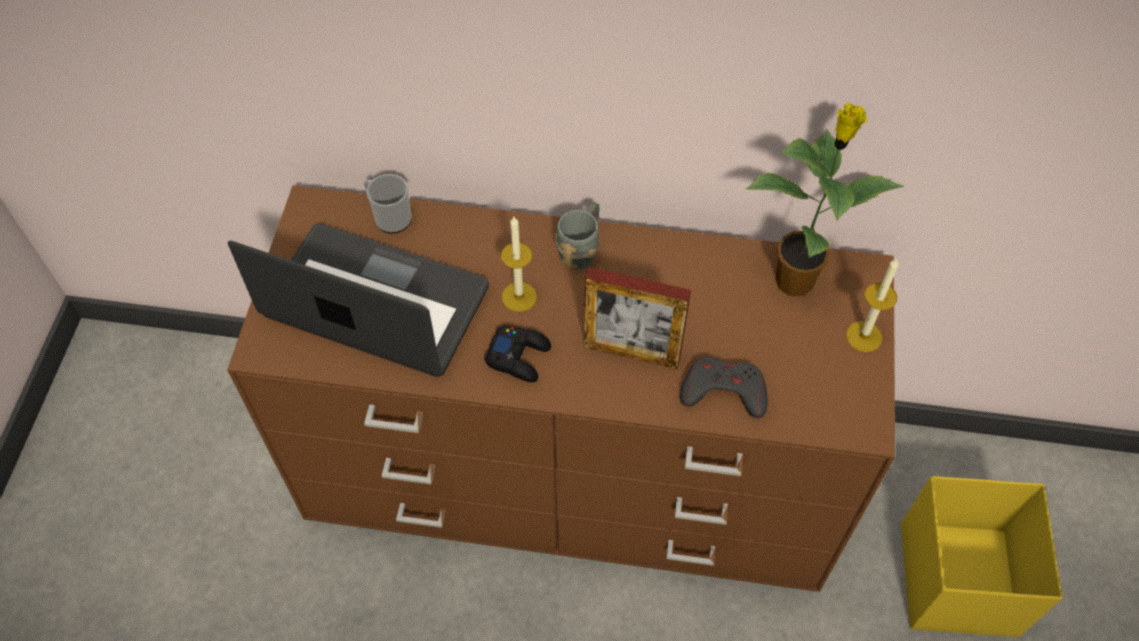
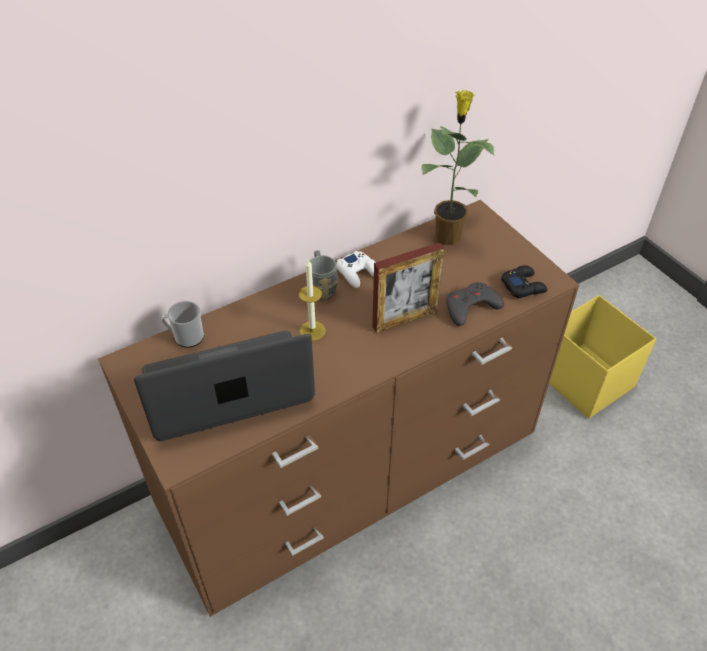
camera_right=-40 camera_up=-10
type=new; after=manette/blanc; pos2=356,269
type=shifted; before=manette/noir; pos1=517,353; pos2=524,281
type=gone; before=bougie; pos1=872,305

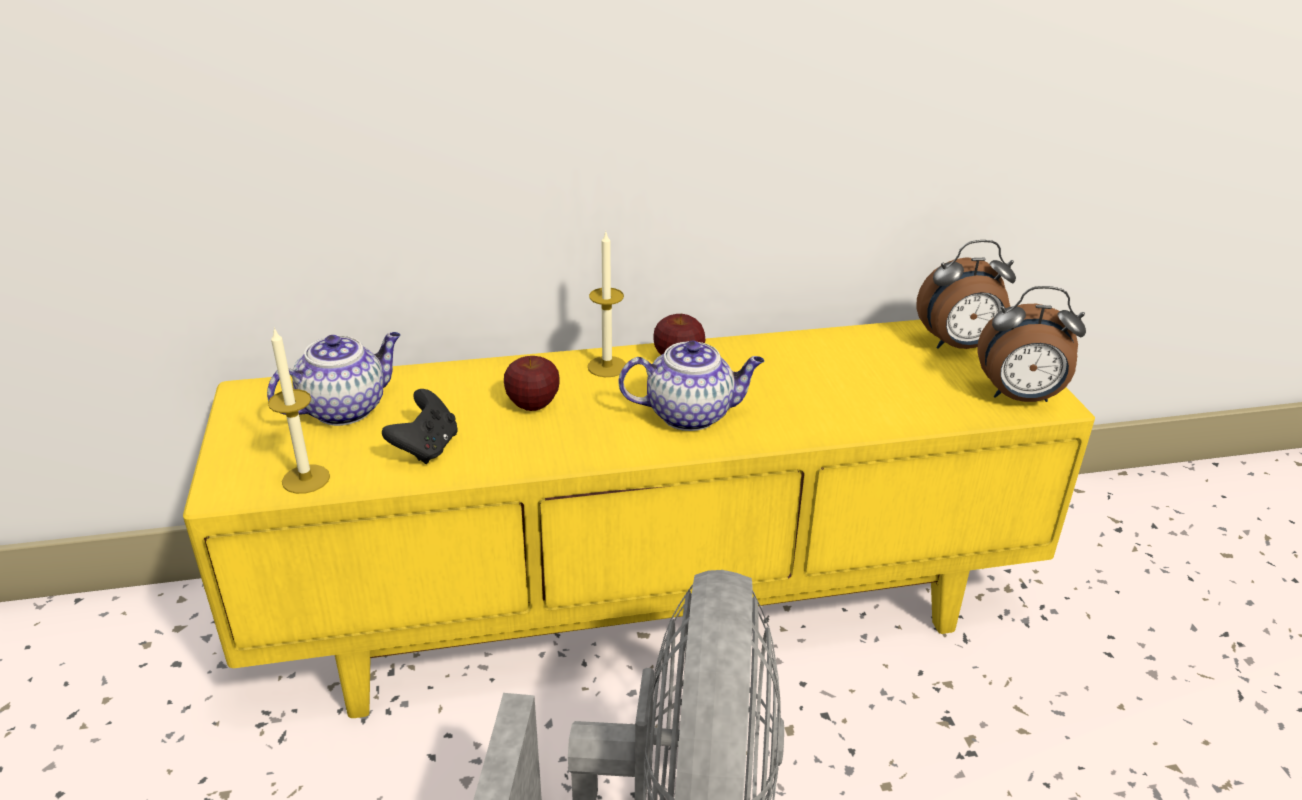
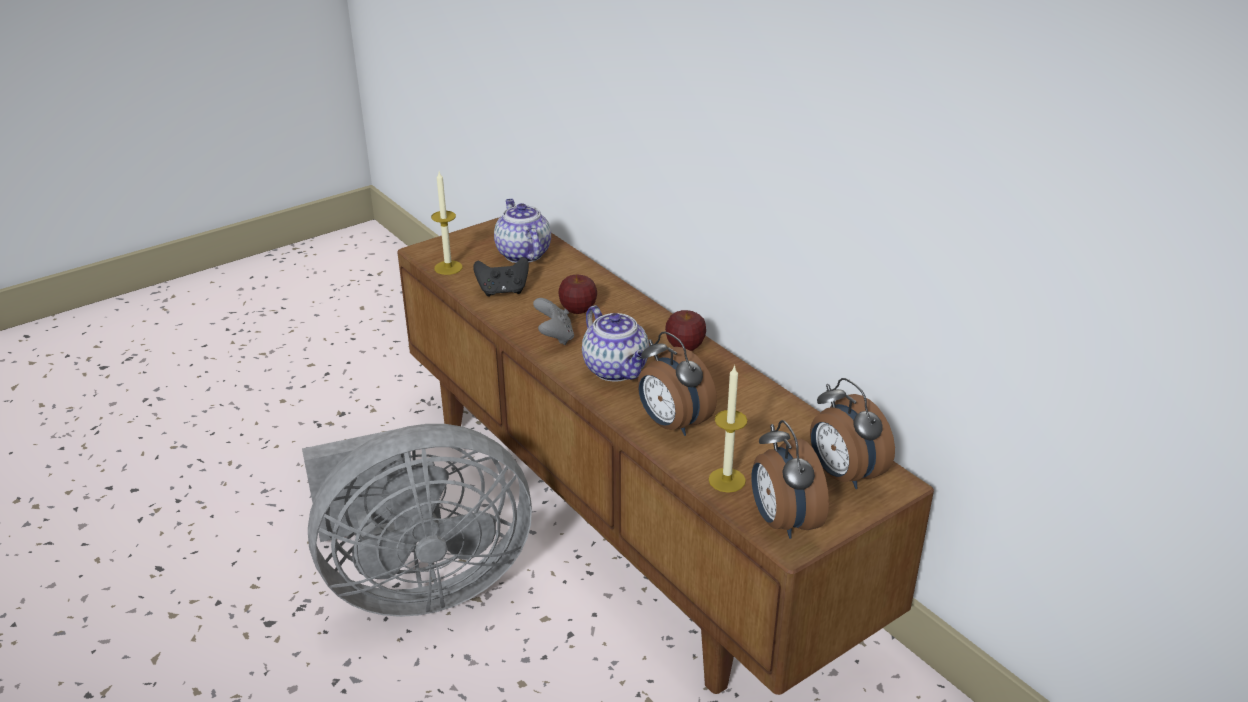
camera_right=65 camera_up=0
type=repainted; before=meuble télé/jaune; after=meuble télé/marron; pos1=639,519; pos2=665,456
type=rotated; before=théière; pos1=334,379; pos2=522,231; turn=-135
type=new; after=manette/gris; pos2=553,321
type=new; after=réveil; pos2=677,383
type=shifted; before=bougie; pos1=607,304; pos2=727,429

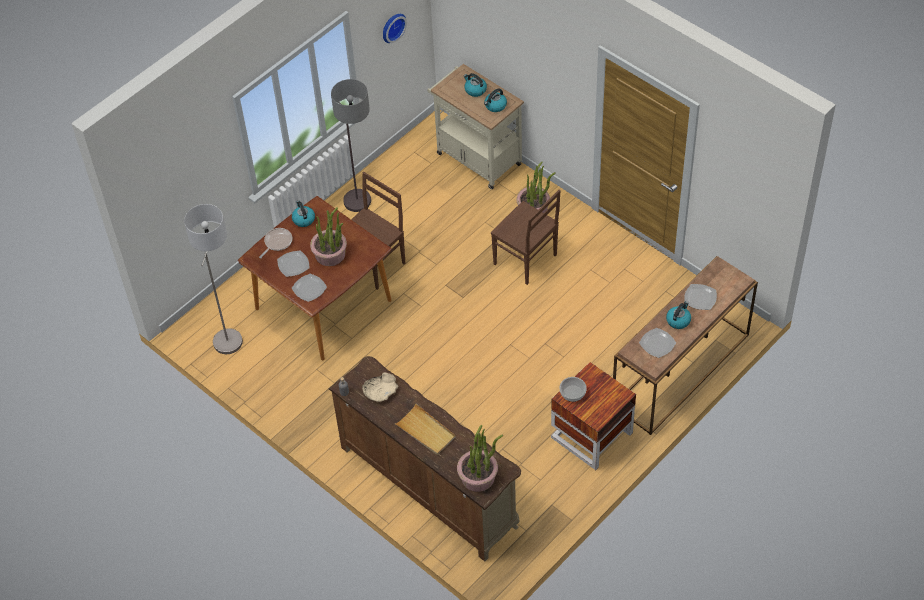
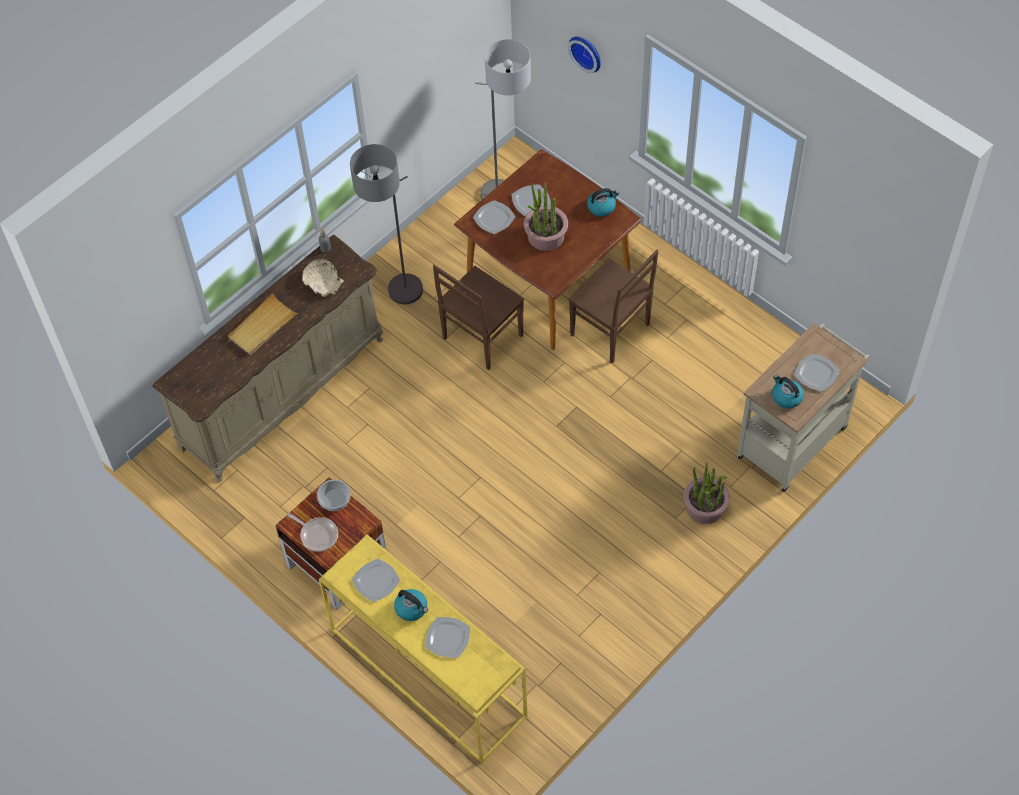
camera_right=90 camera_up=5
type=shifted; before=poêle; pos1=275,243; pos2=312,532
type=repainted; before=table console/marron; after=table console/jaune; pos1=685,345; pos2=423,649
type=shifted; before=lampadaire/gris; pos1=351,145; pos2=386,224
type=shifted; before=chaise/marron; pos1=526,237; pos2=478,317
type=shifted; before=horloge murale; pos1=395,28; pos2=584,55
type=swapped; before=bouilloire; after=assiette; pos1=475,85; pos2=816,372
type=gone; before=plante en pot; pos1=480,458

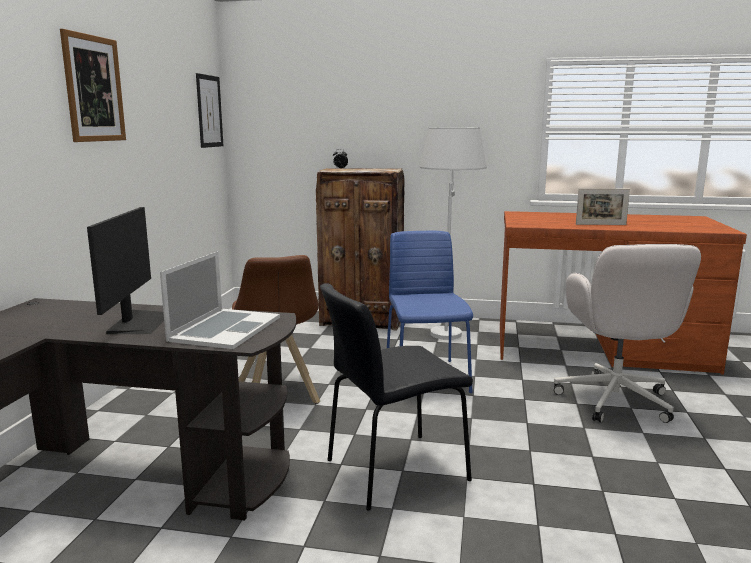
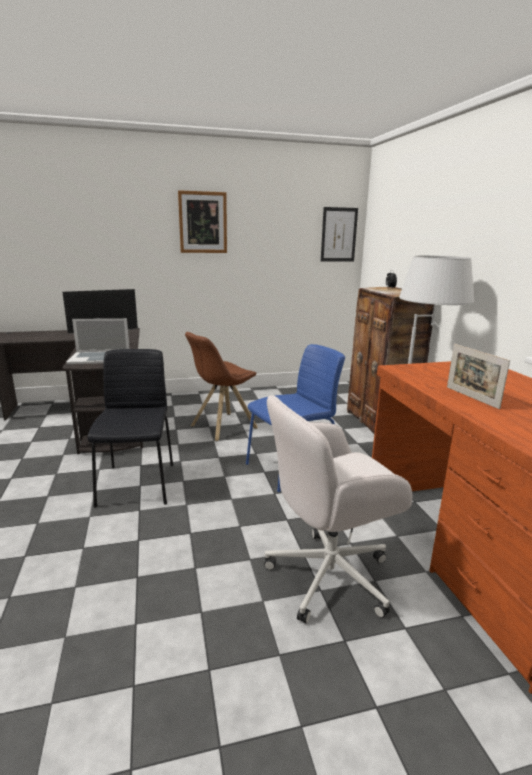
camera_right=65 camera_up=5
type=rotated; before=chaise/noir; pos1=396,397; pos2=130,428; turn=45

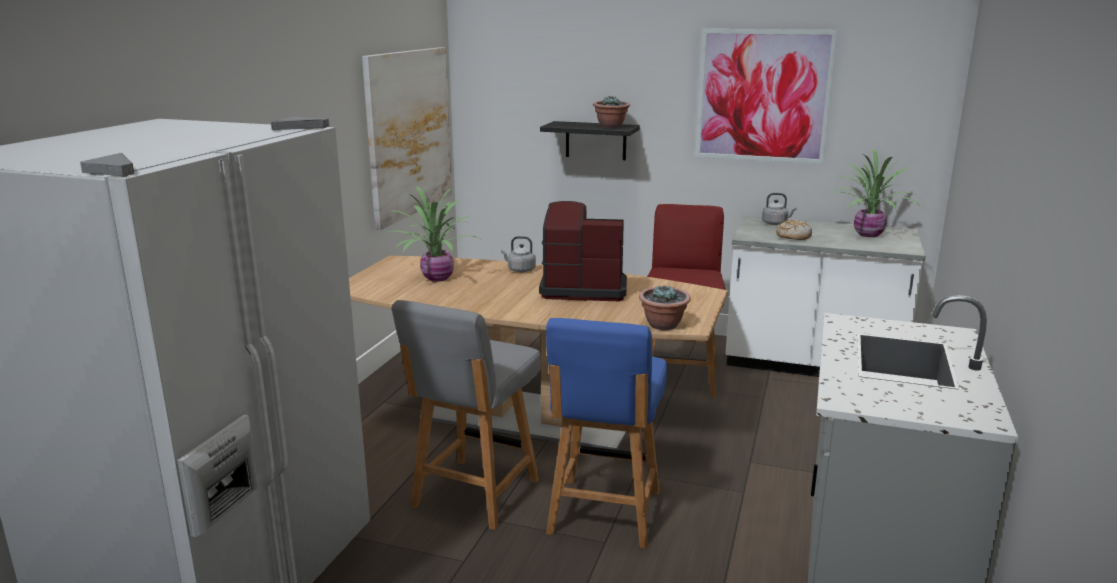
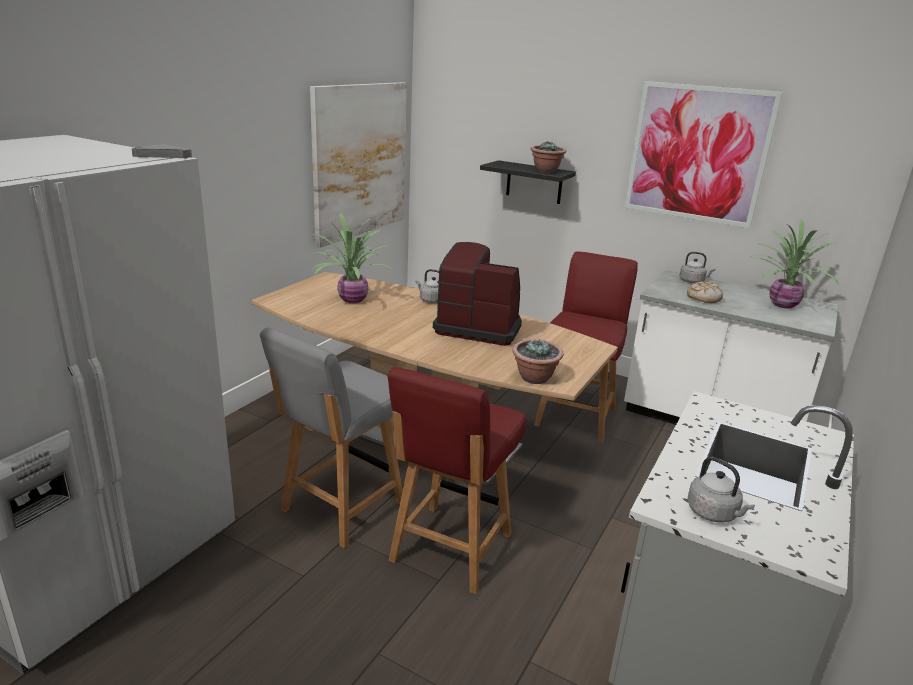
camera_right=10 camera_up=5
type=repainted; before=chaise/bleu; after=chaise/rouge; pos1=606,433; pos2=457,480
type=new; after=bouilloire/gris; pos2=721,490

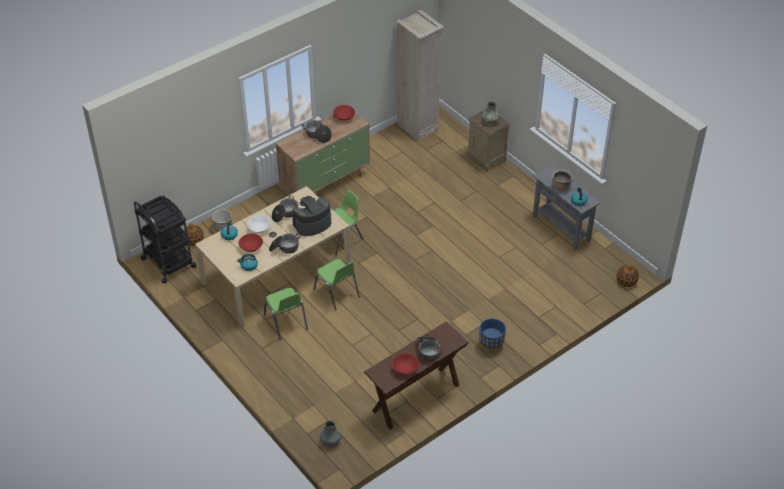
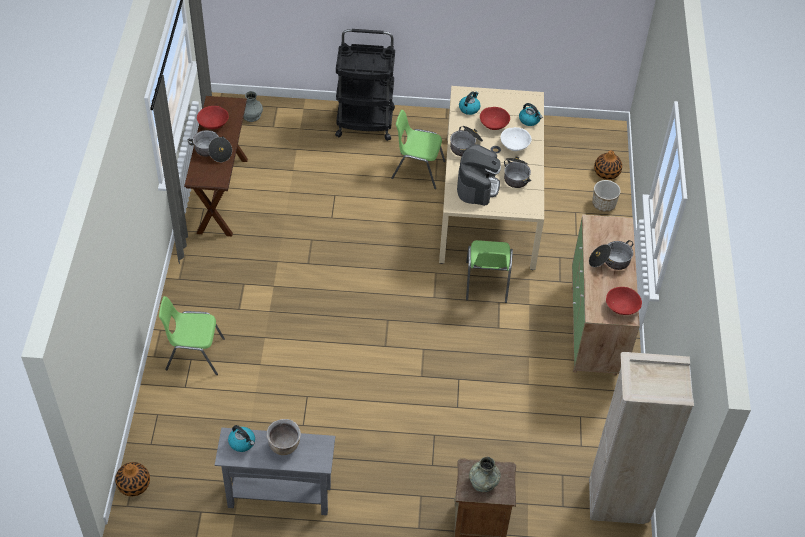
camera_right=130 camera_up=5
type=shifted; before=chaise/vert; pos1=336,285; pos2=192,335
type=shifted; before=chariot/noir; pos1=165,240; pos2=365,85
type=gone; before=cache-pot/bleu; pos1=492,335

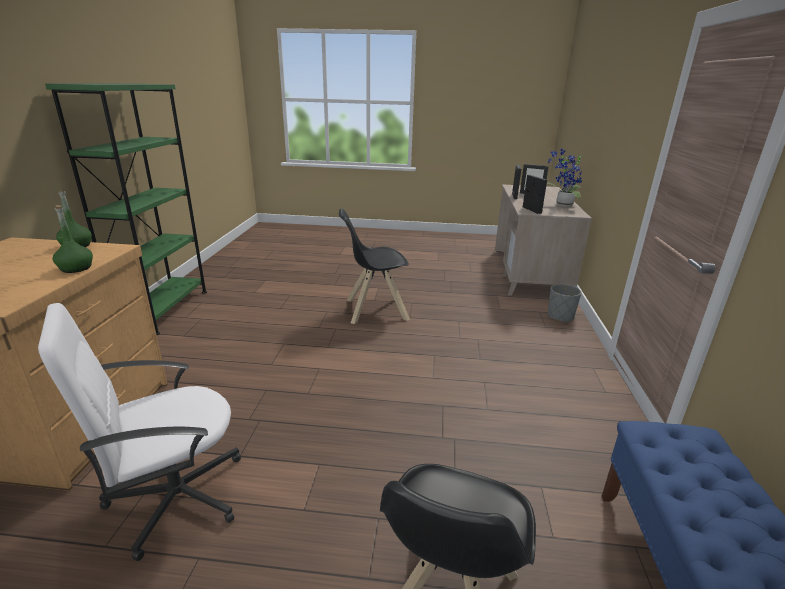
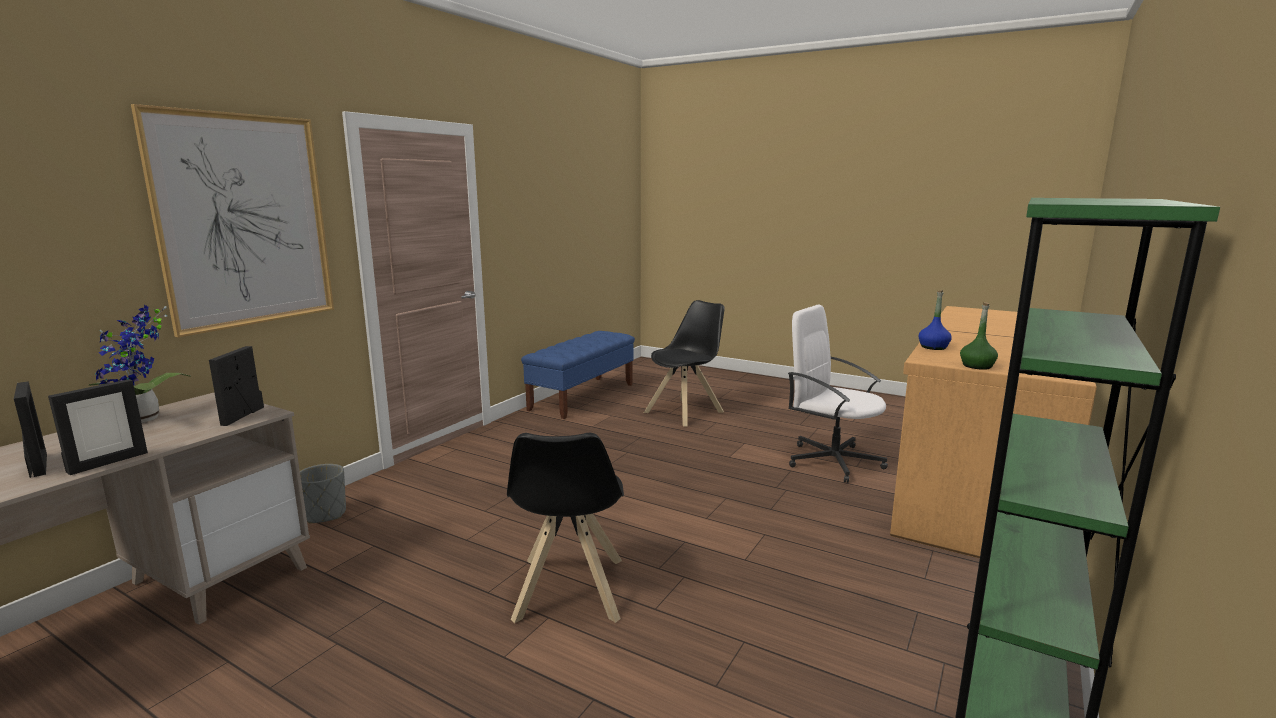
camera_right=-155 camera_up=-10
type=new; after=tableau; pos2=232,220
type=rotated; before=chaise/noir; pos1=374,266; pos2=565,528; turn=75
type=rotated; before=chaise de bureau/blanc; pos1=139,432; pos2=838,394; turn=-135
type=repainted; before=bouteille/vert; after=bouteille/bleu; pos1=72,239; pos2=935,320

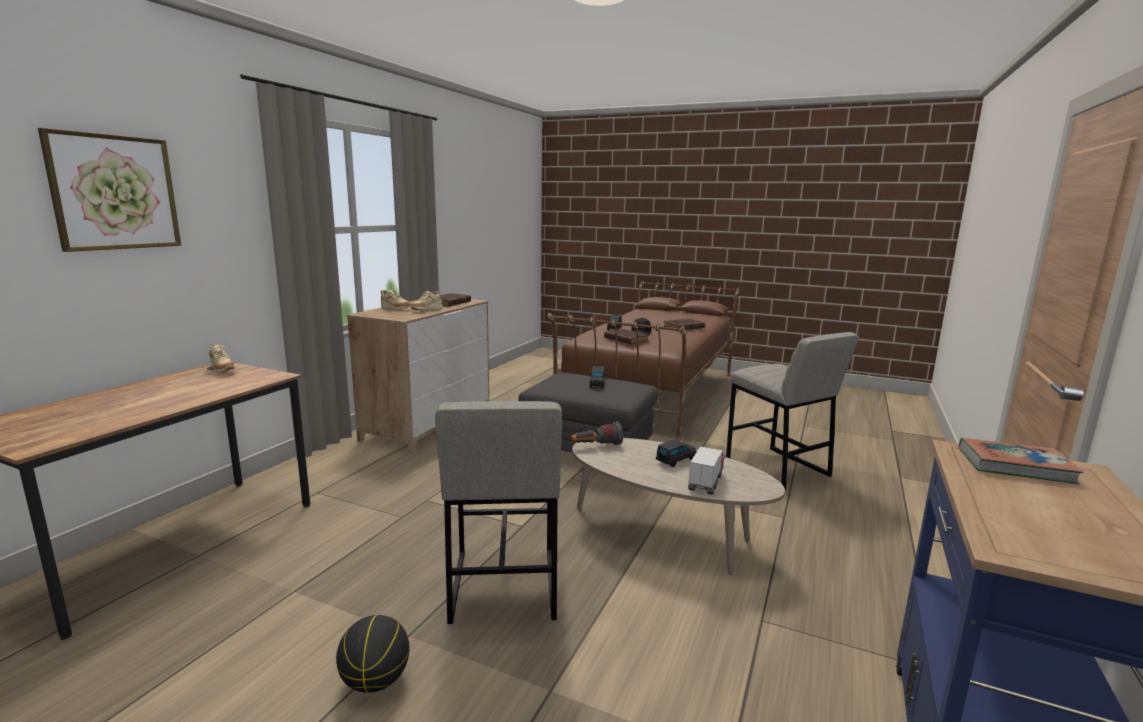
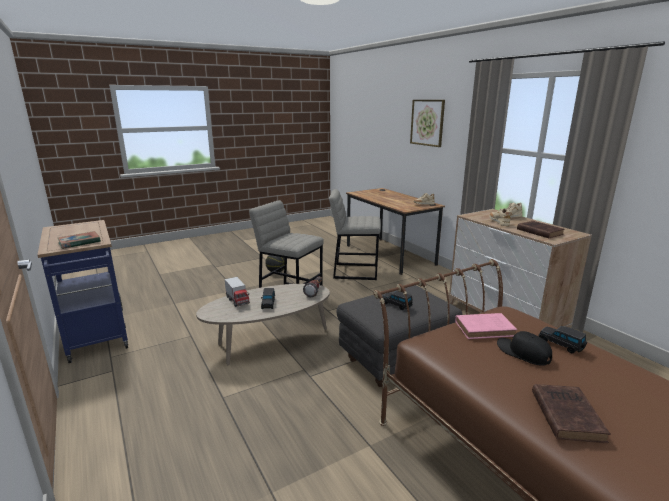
camera_right=125 camera_up=5
type=shifted; before=chaise/gris; pos1=792,411; pos2=355,234
type=repainted; before=livre/marron; after=livre/rose; pos1=626,337; pos2=486,326

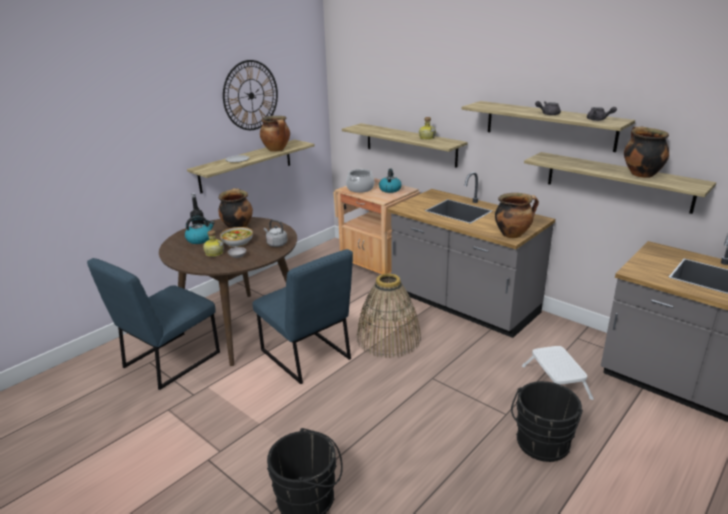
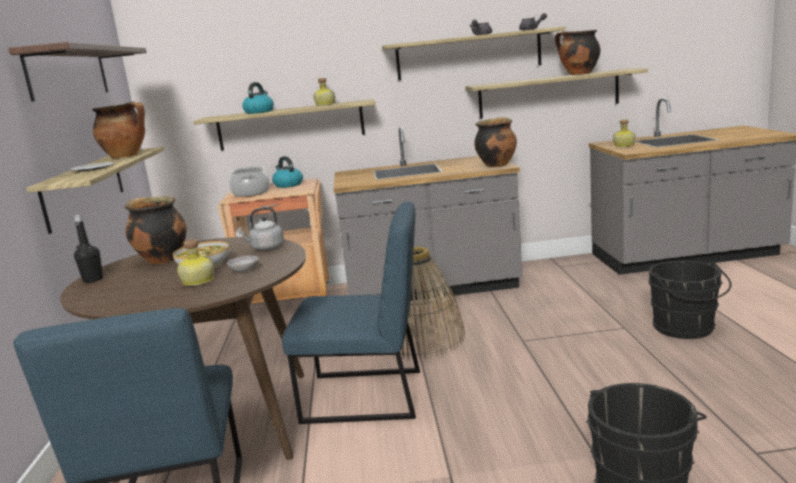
camera_right=-45 camera_up=-10
type=swapped; before=horloge murale; after=étagère; pos1=250,95; pos2=77,72
type=shifted; before=bouilloire; pos1=200,230; pos2=258,98
type=new; after=bouteille; pos2=624,133
type=gone; before=escabeau/blanc; pos1=558,373

